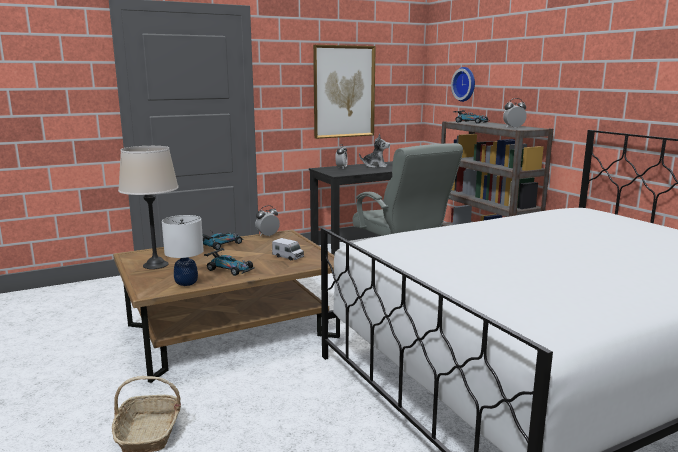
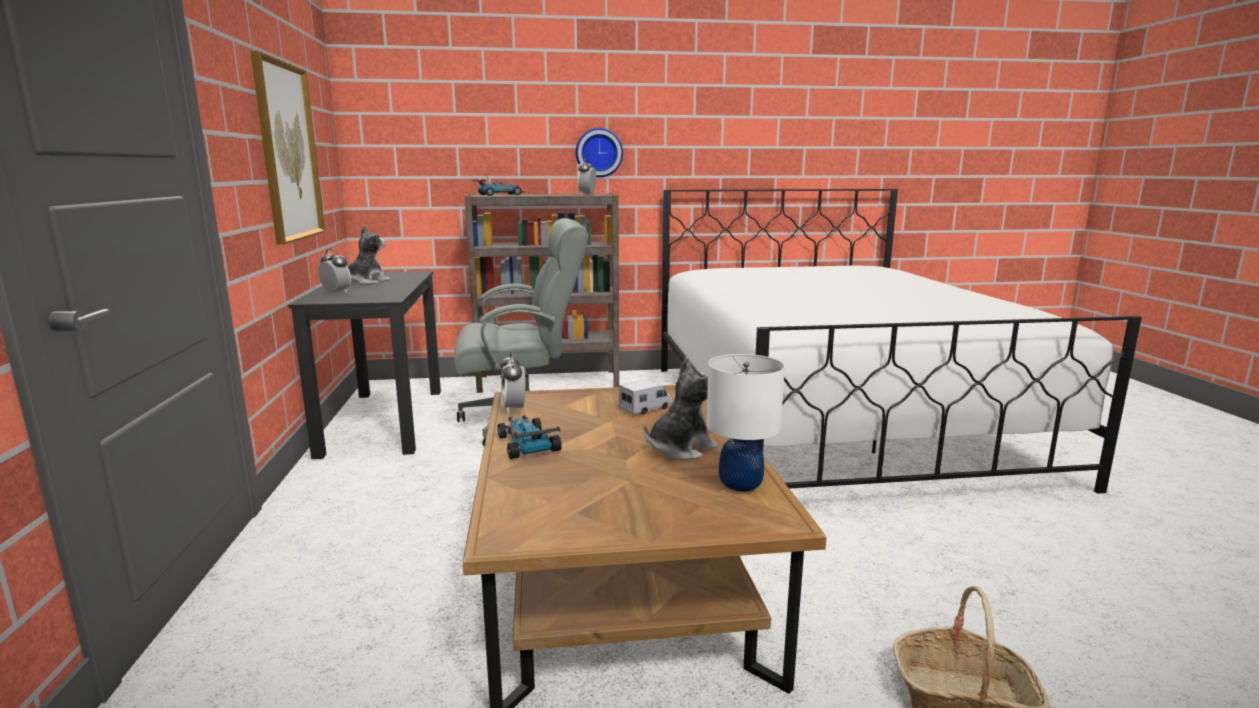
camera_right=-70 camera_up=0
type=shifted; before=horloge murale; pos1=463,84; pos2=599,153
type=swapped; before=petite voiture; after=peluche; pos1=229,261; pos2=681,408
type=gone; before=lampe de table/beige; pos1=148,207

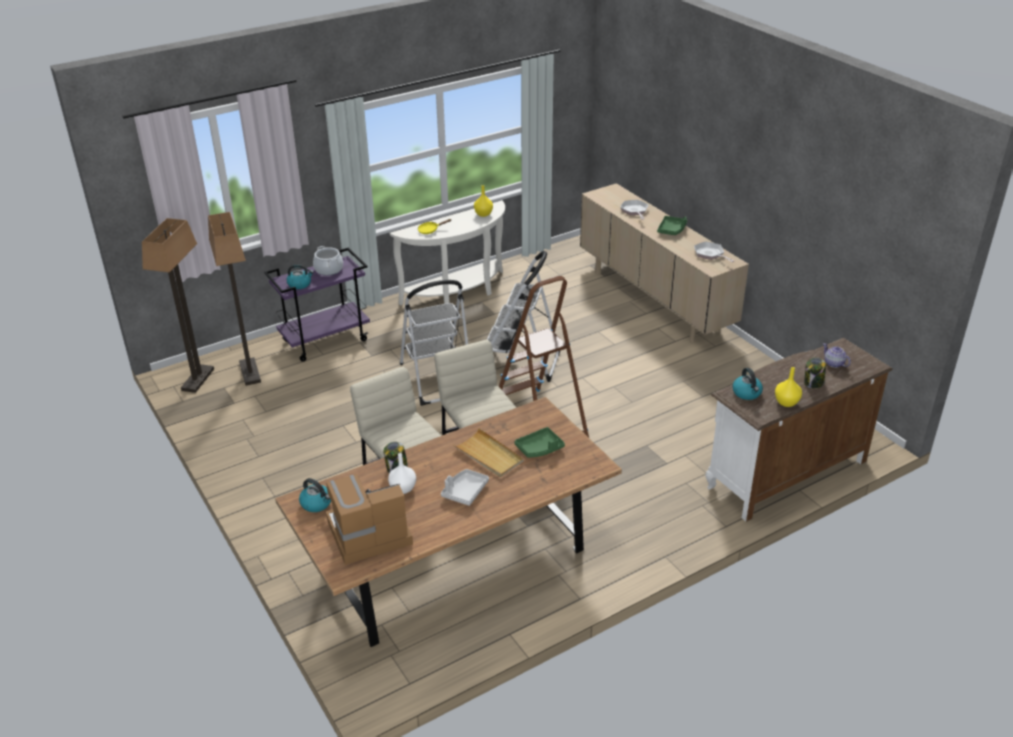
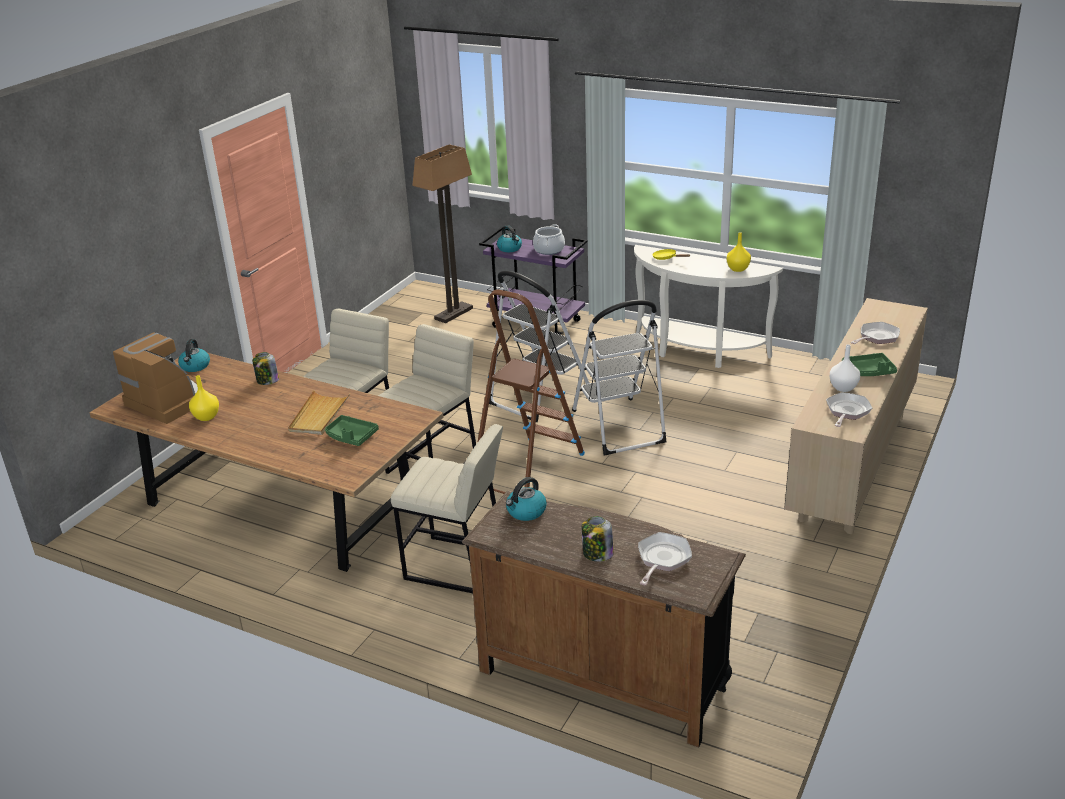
camera_right=60 camera_up=-5
type=shifted; before=vase/jaune; pos1=788,387; pos2=204,398
type=new; after=chaise/beige; pos2=447,508
type=repainted; before=commode/blanc; after=commode/noir; pos1=799,430; pos2=604,619
type=swapped; before=théière; after=poêle; pos1=837,355; pos2=665,558
type=shifted; before=vase/blanc; pos1=402,473; pos2=845,368
type=gone; before=lampadaire; pos1=178,305
type=gone; before=plateau/gris; pos1=465,487

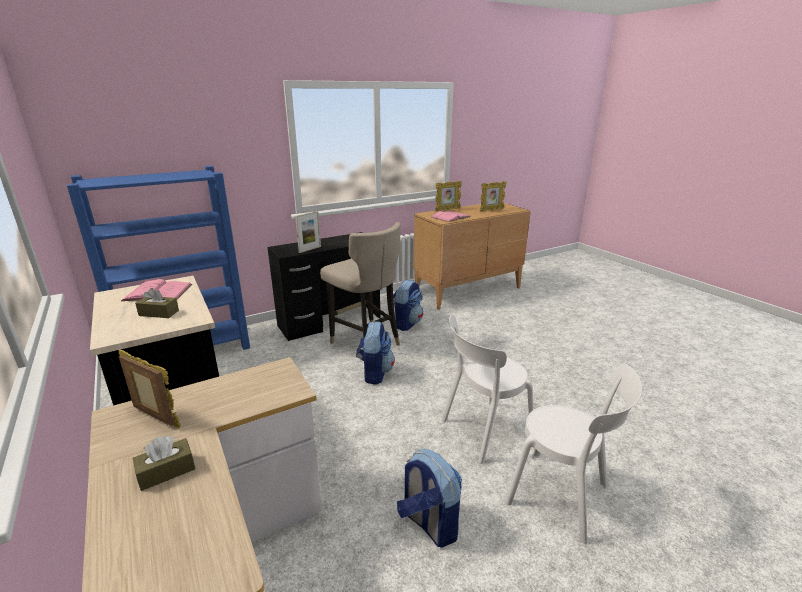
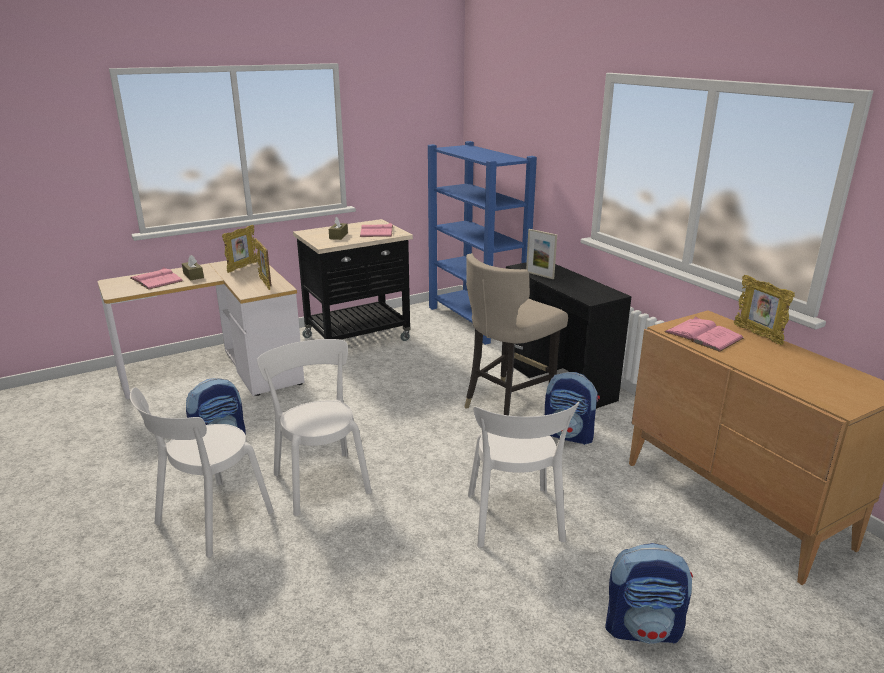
camera_right=90 camera_up=0
type=new; after=livre/rose; pos2=157,278
type=shifted; before=cadre photo; pos1=493,196; pos2=263,264
type=new; after=chaise/blanc; pos2=524,474
type=shifted; before=sac à dos; pos1=375,353; pos2=649,593

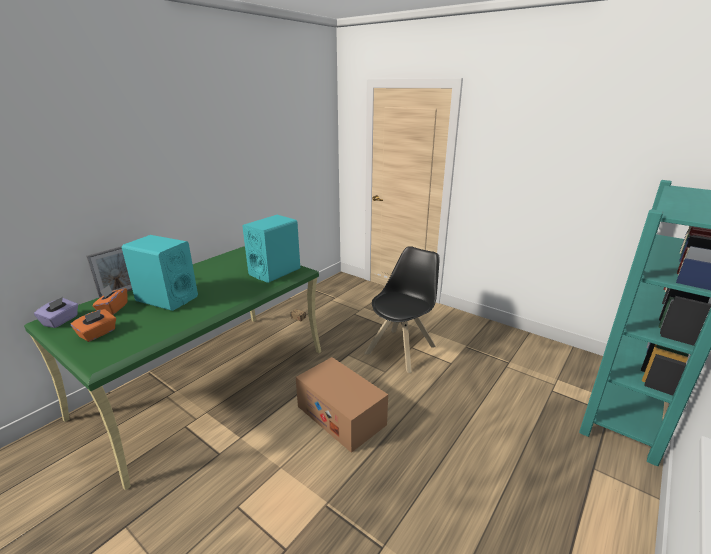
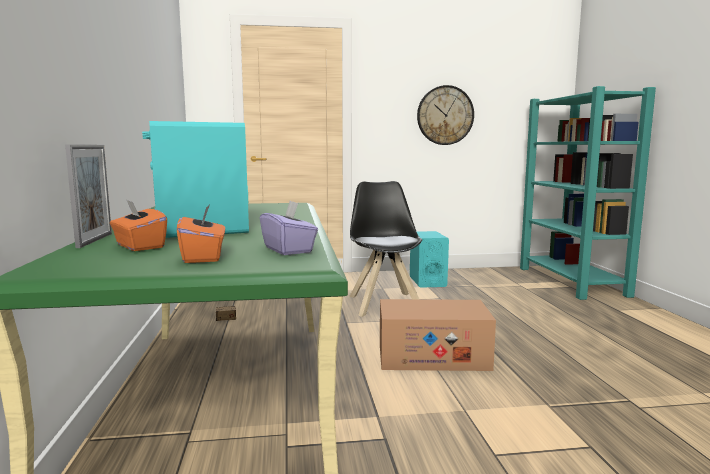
camera_right=-45 camera_up=-15
type=shifted; before=boîte à mouchoirs/violet; pos1=56,312; pos2=289,228
type=shifted; before=enceinte/turquoise; pos1=271,249; pos2=429,259
type=new; after=horloge murale; pos2=445,115

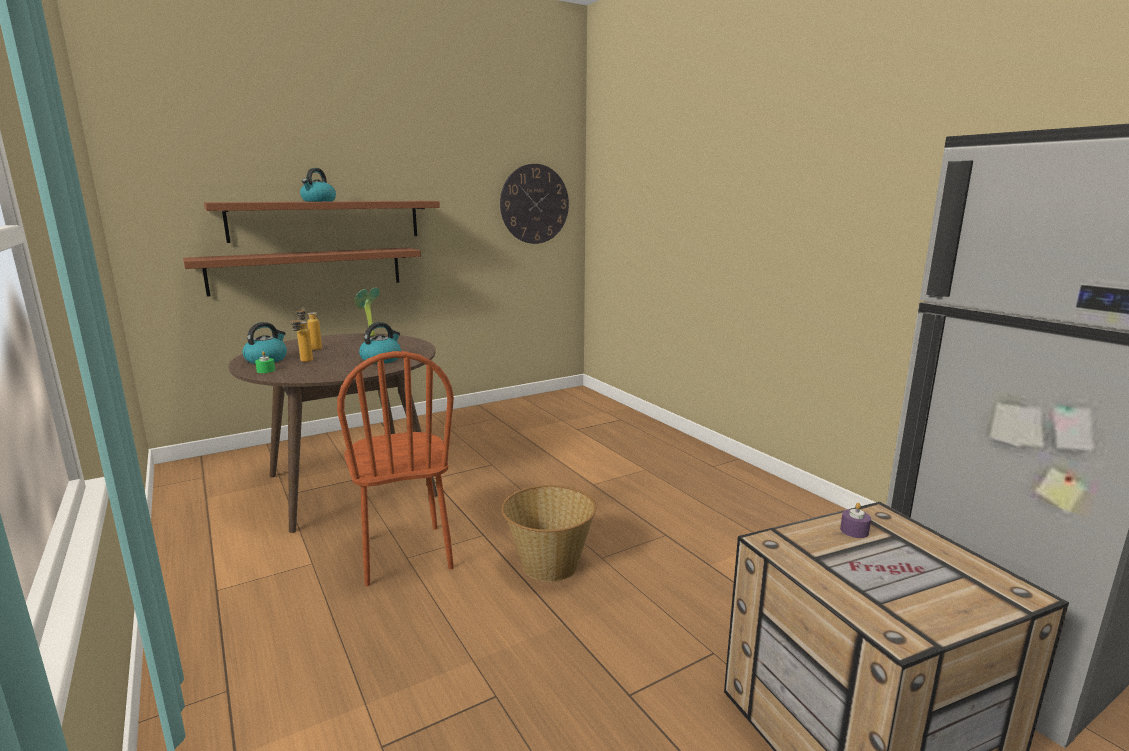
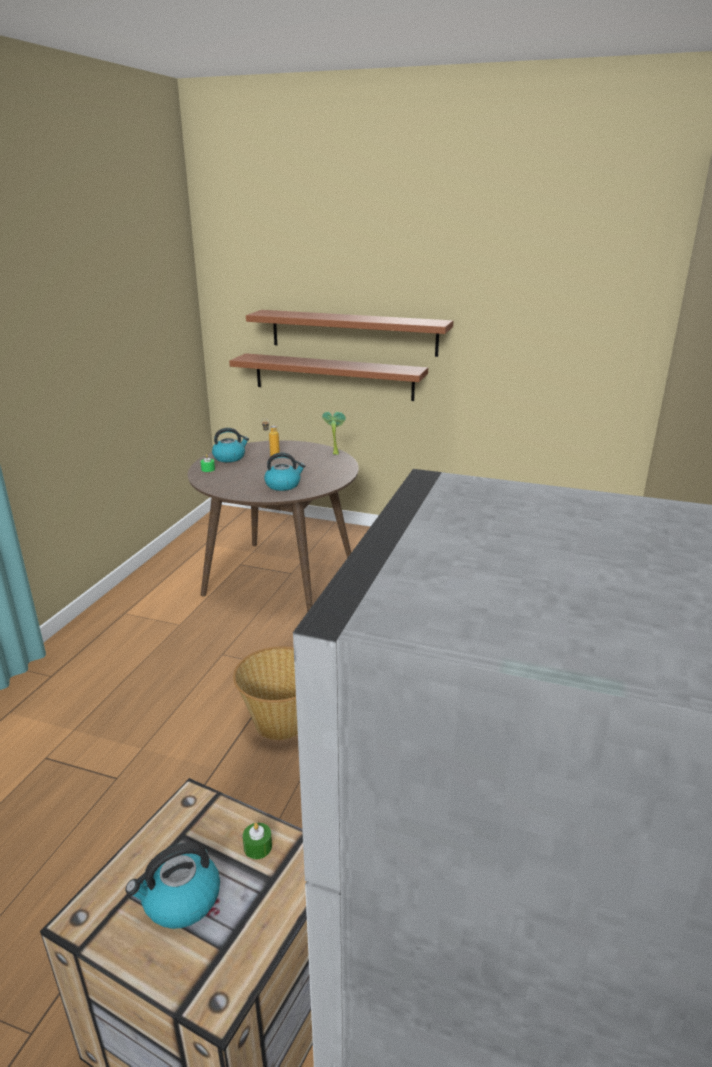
camera_right=50 camera_up=10
type=shifted; before=bouilloire; pos1=318,185; pos2=173,885
type=repainted; before=bougie/violet; after=bougie/vert; pos1=855,520; pos2=257,841
type=gone; before=bouteille; pos1=302,339
type=gone; before=chaise/marron; pos1=395,468
type=gone; before=horloge murale; pos1=534,204

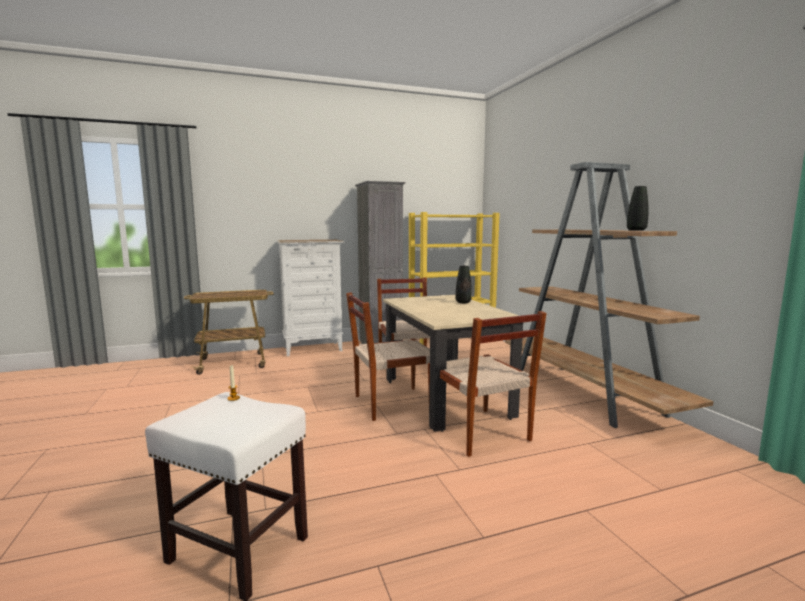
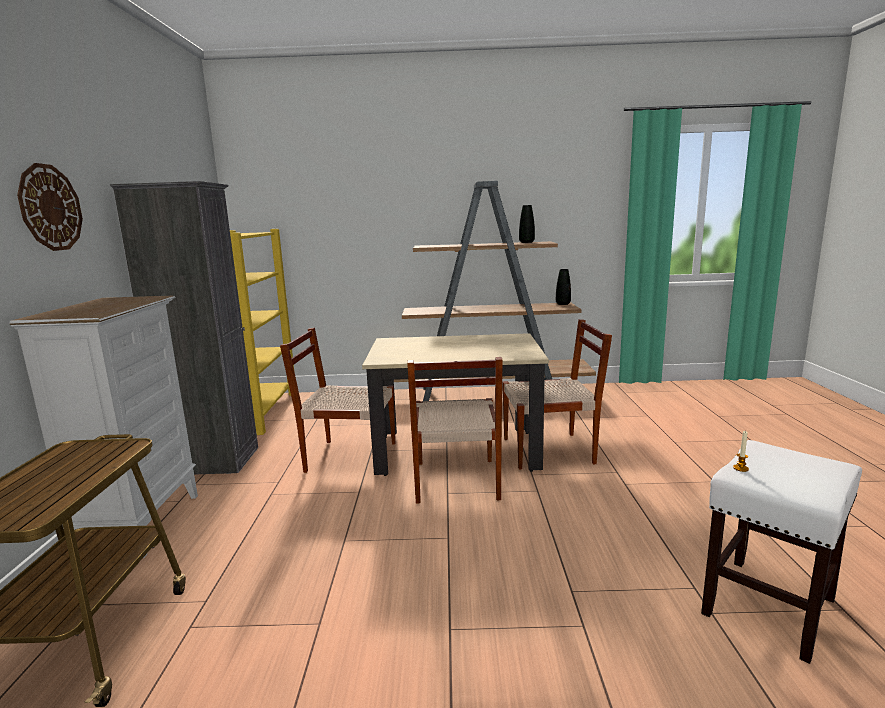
camera_right=-70 camera_up=5
type=new; after=horloge murale; pos2=50,207
type=shifted; before=vase/noir; pos1=464,284; pos2=563,287

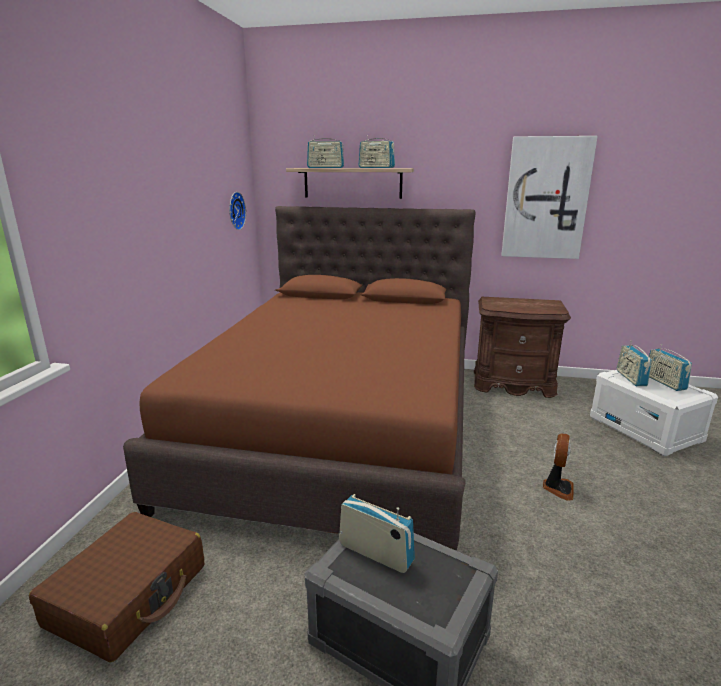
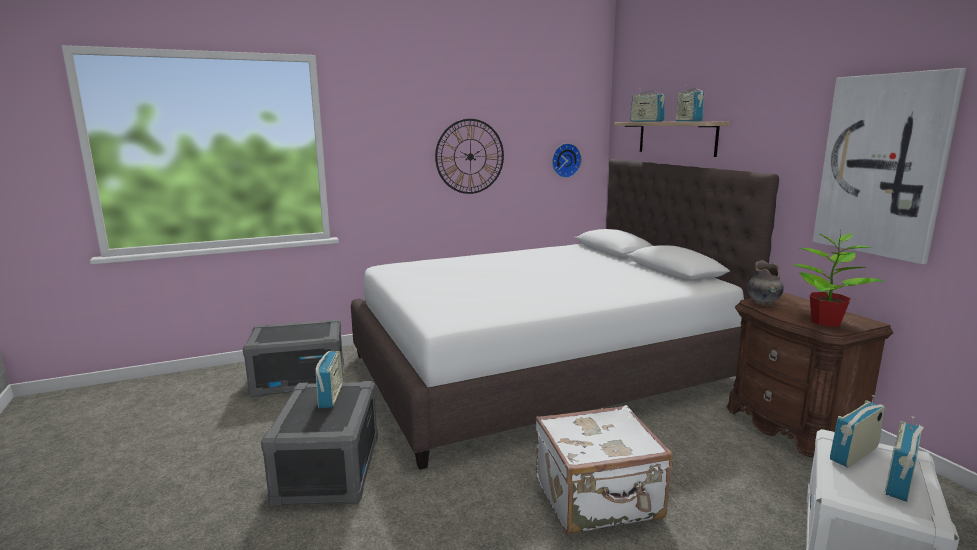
camera_right=55 camera_up=-5
type=swapped; before=valise/marron; after=boîte de rangement/gris; pos1=116,587; pos2=293,358
type=repainted; before=lit/marron; after=lit/blanc; pos1=299,378; pos2=565,314
type=new; after=horloge murale; pos2=469,156
type=swapped; before=ventilateur; after=valise/blanc; pos1=558,467; pos2=604,469
type=new; after=vase/gris; pos2=765,283
type=new; after=plante en pot; pos2=839,278

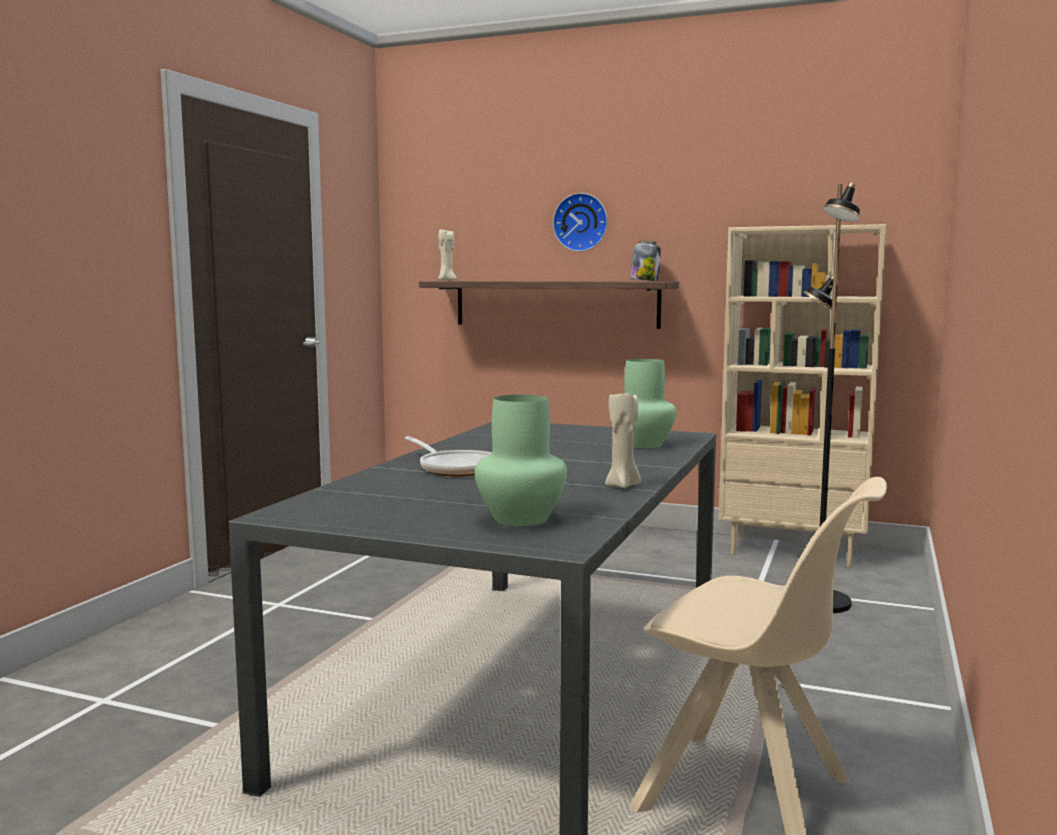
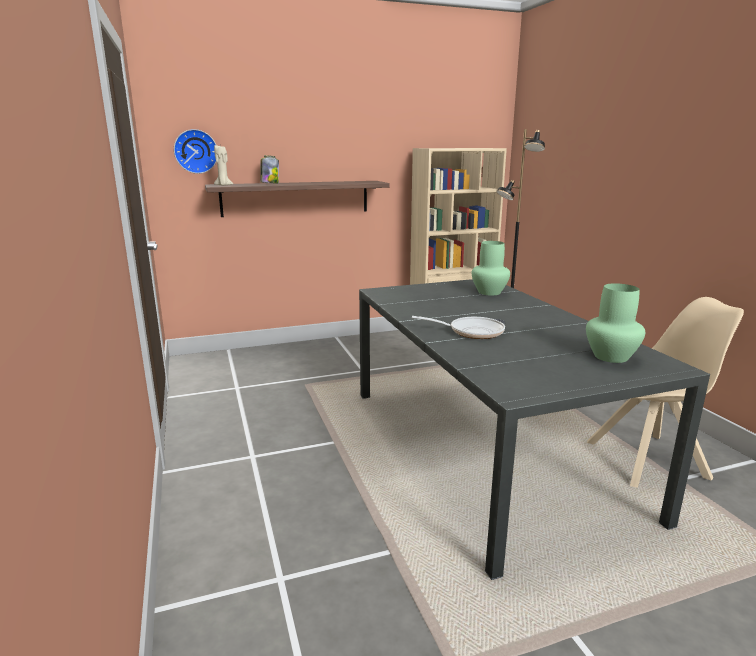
camera_right=-40 camera_up=10
type=shifted; before=horloge murale; pos1=580,222; pos2=195,151
type=shifted; before=bocal; pos1=645,260; pos2=269,169
type=gone; before=bougie/beige; pos1=623,439

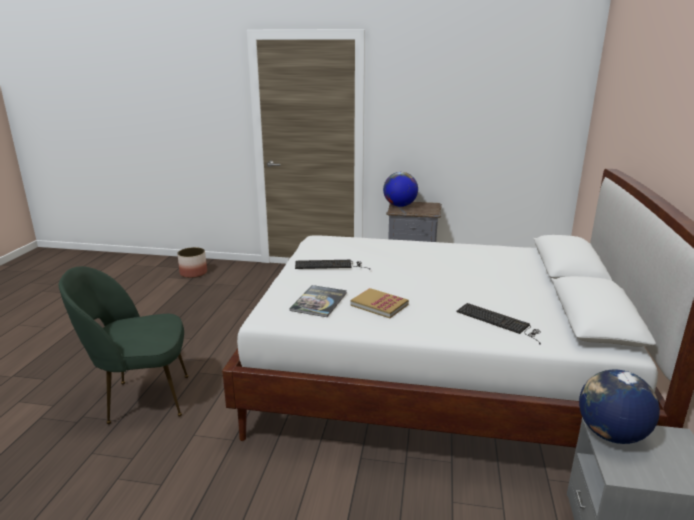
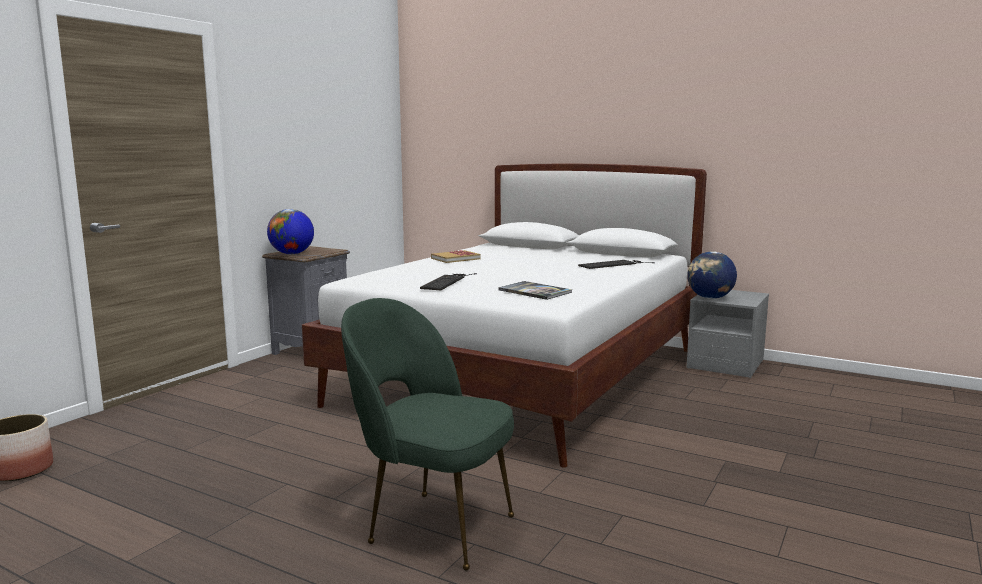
camera_right=-70 camera_up=-10
type=rotated; before=chaise/vert; pos1=123,345; pos2=427,434; turn=105
type=shifted; before=livre; pos1=379,303; pos2=455,256

